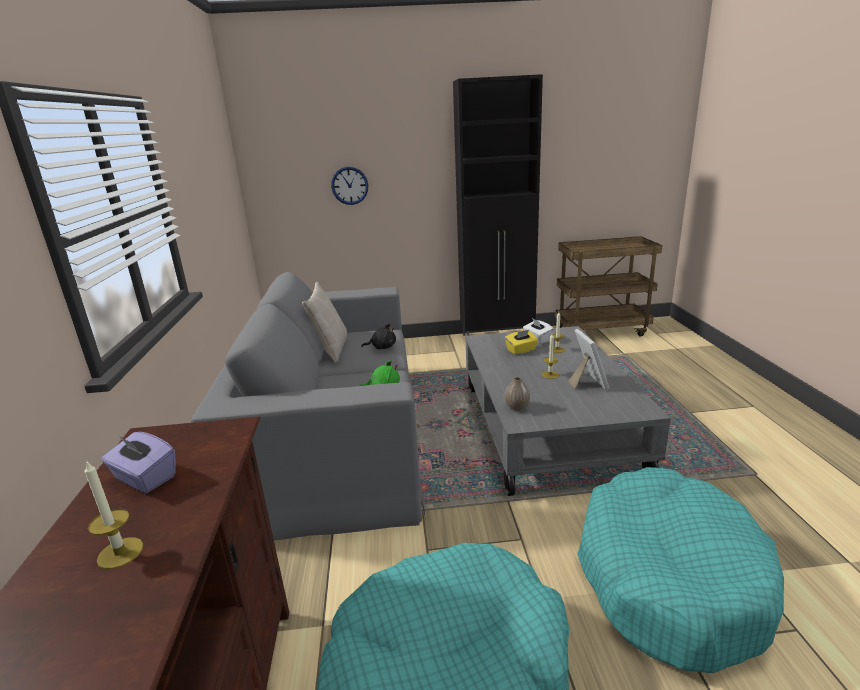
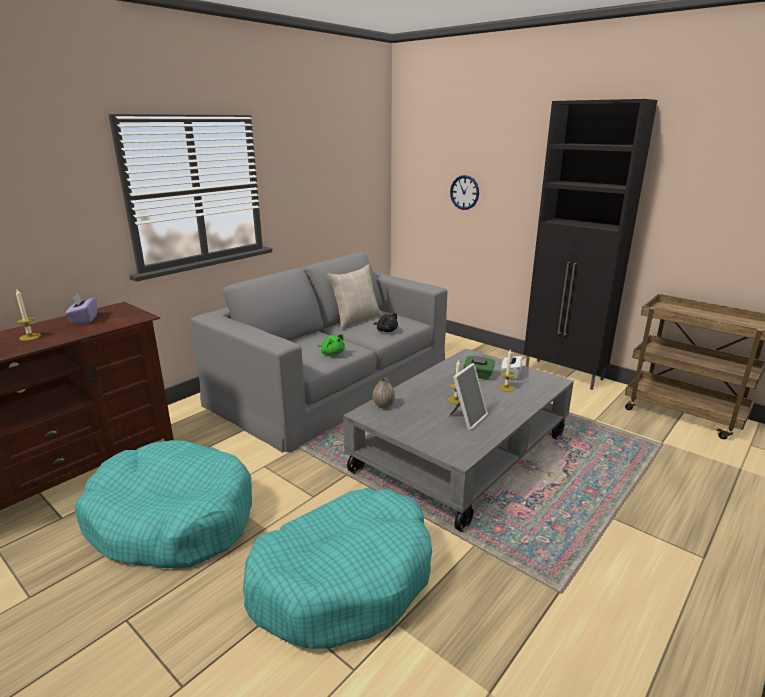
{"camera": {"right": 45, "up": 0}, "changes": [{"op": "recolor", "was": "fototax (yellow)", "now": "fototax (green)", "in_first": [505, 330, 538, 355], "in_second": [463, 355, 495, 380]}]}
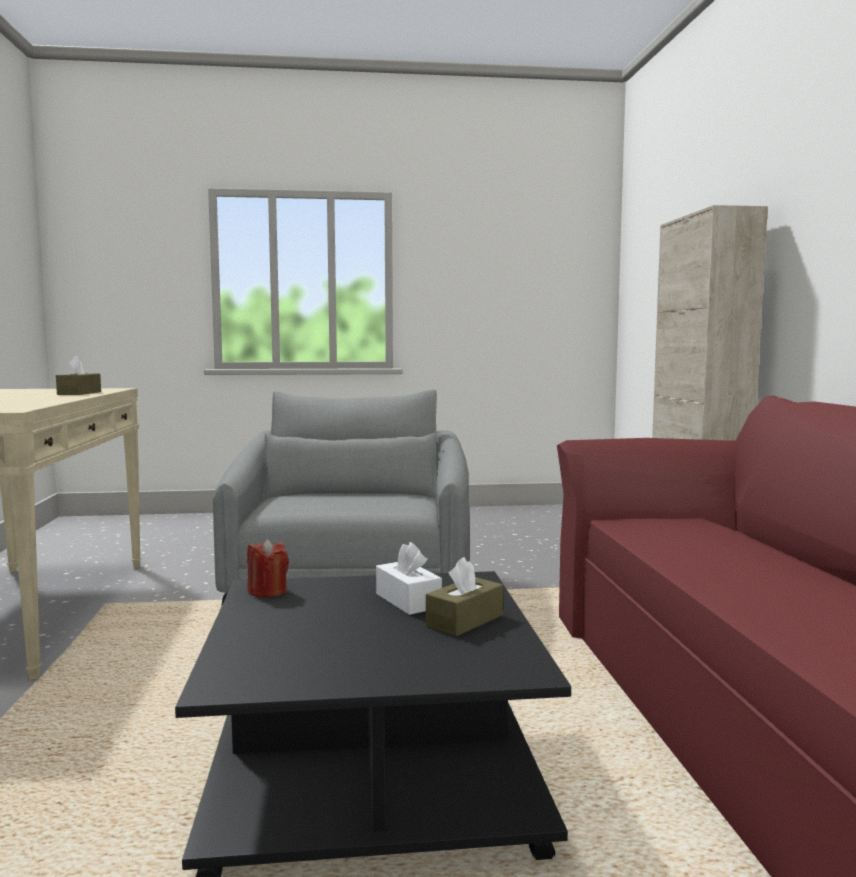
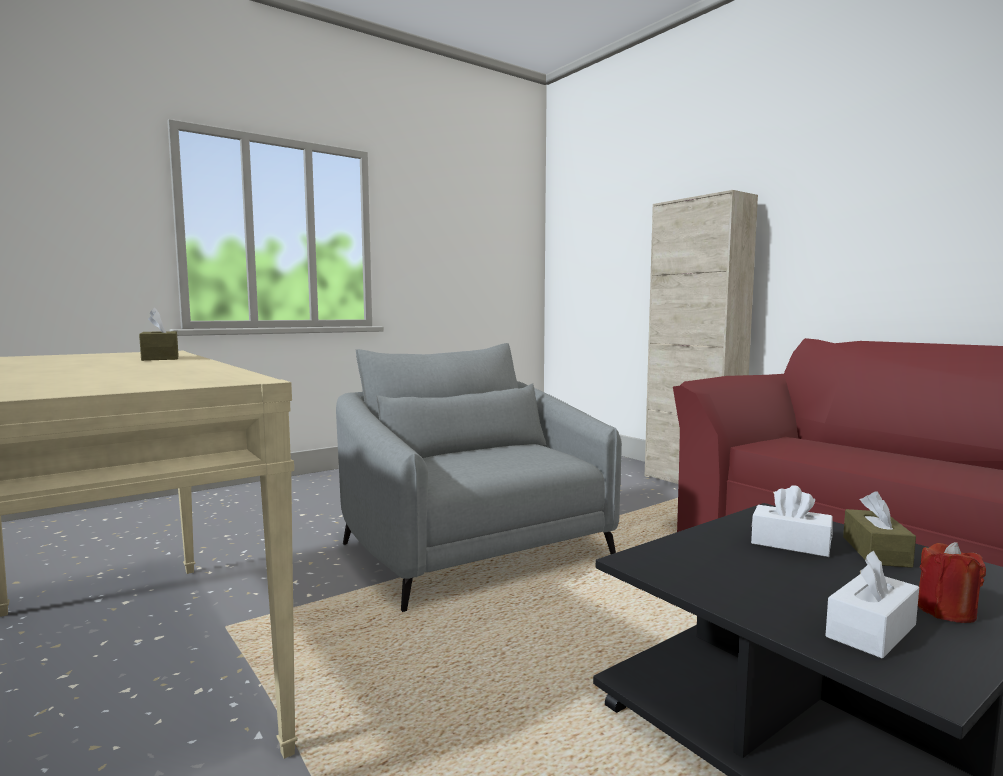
{"camera": {"right": -30, "up": 0}, "changes": [{"op": "move", "was": "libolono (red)", "in_first": [247, 539, 289, 598], "in_second": [918, 542, 986, 623]}, {"op": "insert", "now": "fototax (white)", "in_second": [825, 551, 919, 658]}]}
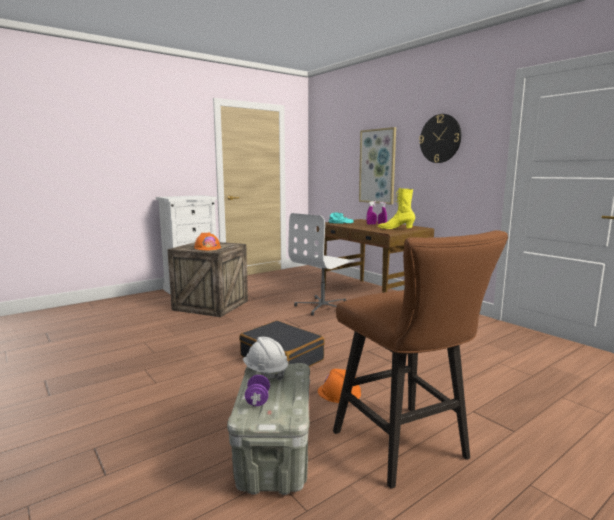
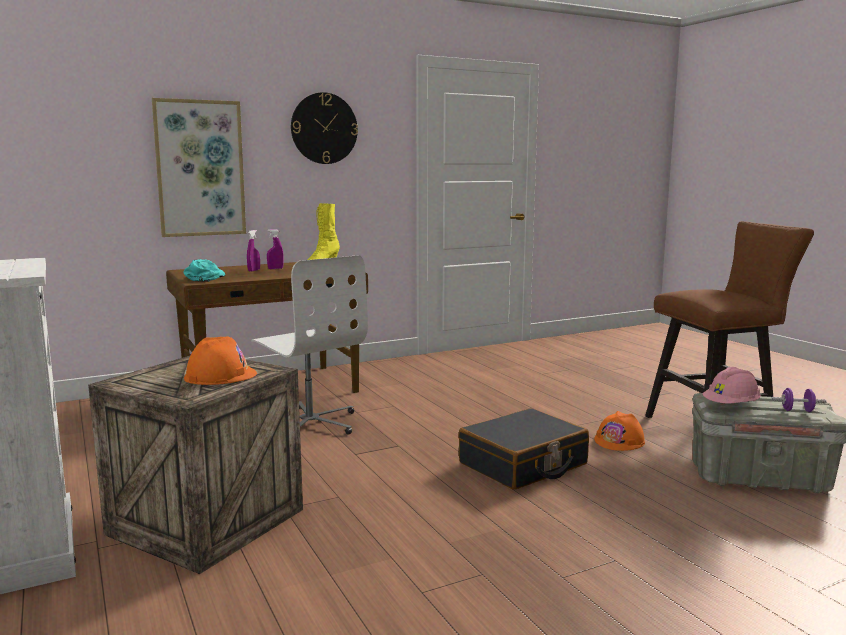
{"camera": {"right": -80, "up": 0}, "changes": [{"op": "recolor", "was": "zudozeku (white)", "now": "zudozeku (pink)", "in_first": [243, 337, 288, 381], "in_second": [703, 367, 761, 403]}]}
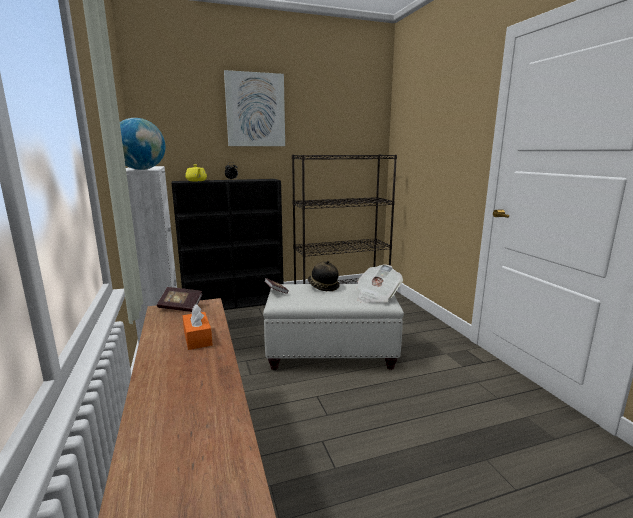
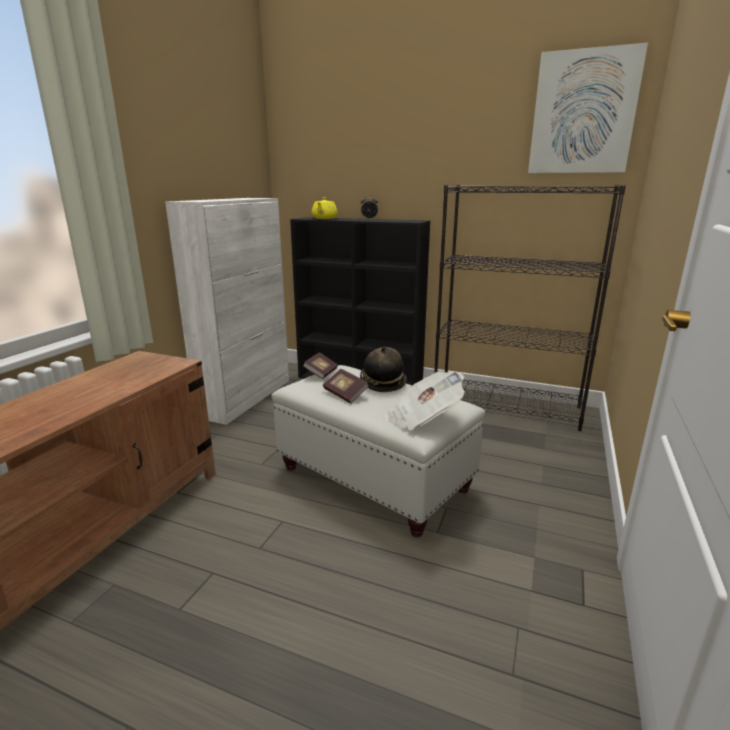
{"camera": {"right": 40, "up": 5}, "changes": [{"op": "move", "was": "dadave", "in_first": [224, 70, 285, 146], "in_second": [528, 43, 648, 173]}, {"op": "delete", "was": "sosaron", "in_first": [120, 118, 165, 170]}, {"op": "move", "was": "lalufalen", "in_first": [157, 287, 202, 312], "in_second": [323, 369, 369, 404]}, {"op": "delete", "was": "fototax (orange)", "in_first": [183, 304, 213, 350]}]}
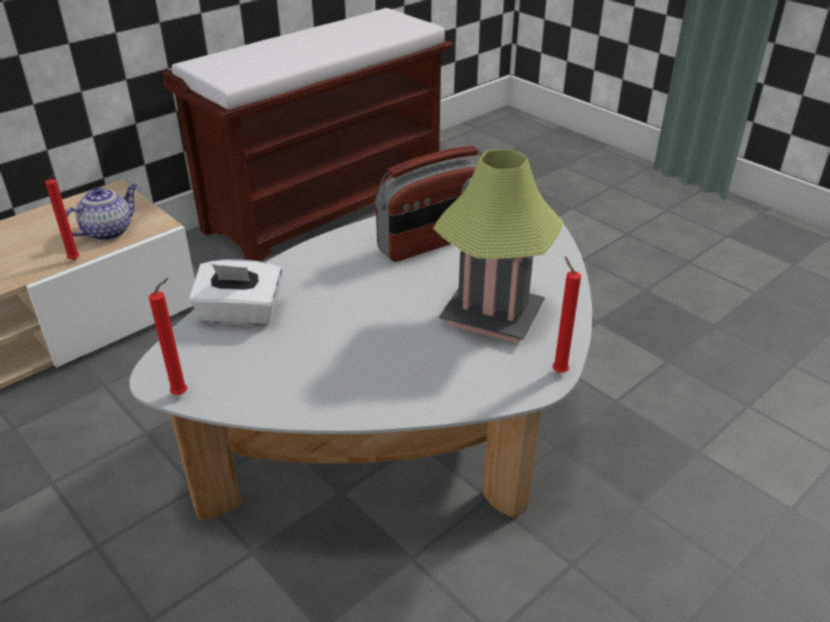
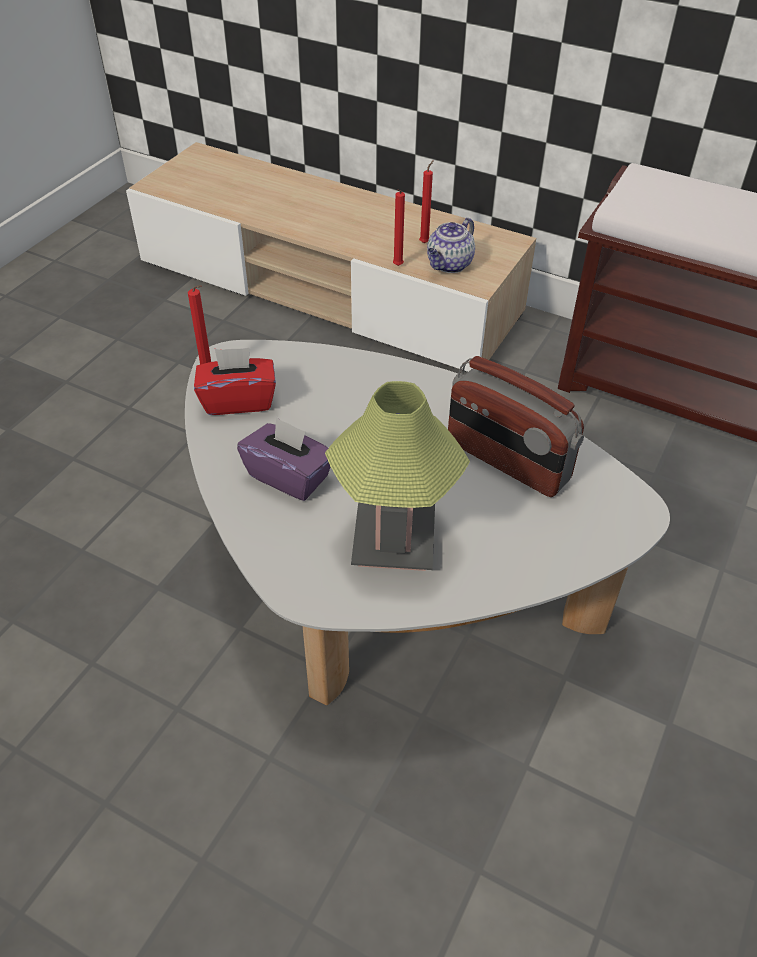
{"camera": {"right": 70, "up": 10}, "changes": [{"op": "rotate", "was": "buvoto", "in_first": [65, 184, 137, 241], "in_second": [427, 218, 475, 273], "clockwise": 105}, {"op": "move", "was": "libolono (red)", "in_first": [552, 256, 581, 373], "in_second": [419, 160, 434, 243]}, {"op": "delete", "was": "fototax (white)", "in_first": [189, 259, 282, 326]}, {"op": "insert", "now": "fototax (red)", "in_second": [194, 348, 276, 415]}, {"op": "insert", "now": "fototax (purple)", "in_second": [237, 416, 330, 501]}]}
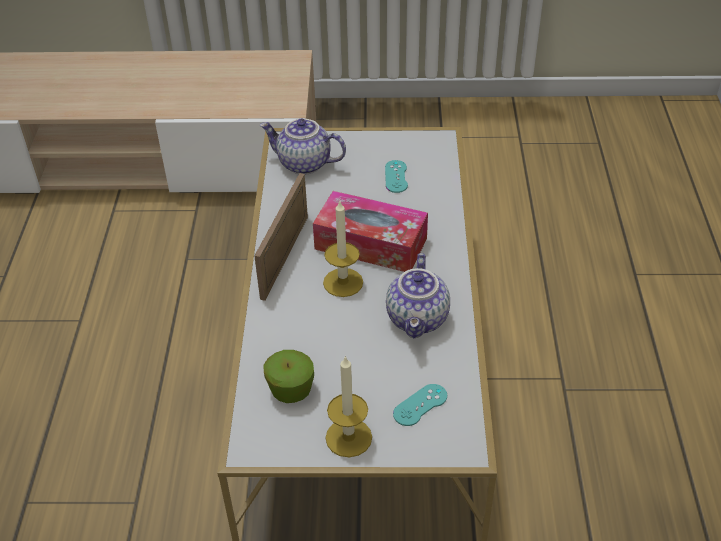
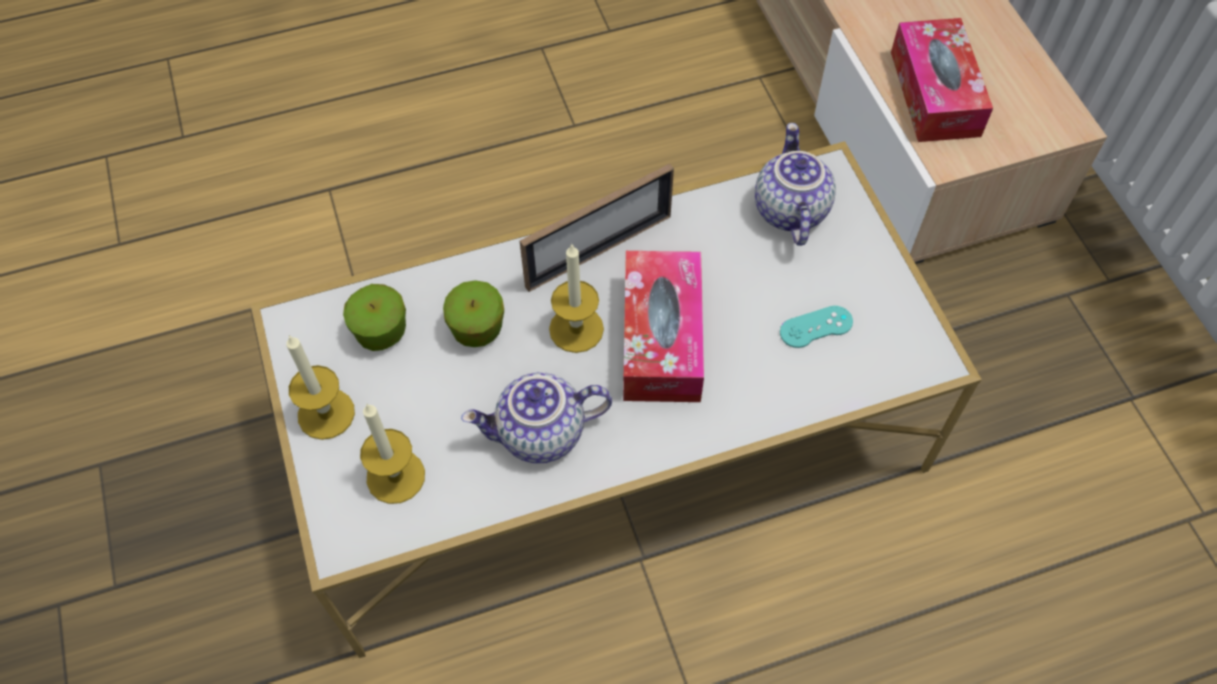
{"camera": {"right": 70, "up": 15}, "changes": [{"op": "rotate", "was": "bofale", "in_first": [254, 173, 308, 301], "in_second": [520, 164, 674, 292], "clockwise": 150}, {"op": "replace", "was": "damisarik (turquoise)", "now": "libolono", "in_first": [393, 384, 447, 426], "in_second": [360, 404, 425, 504]}, {"op": "insert", "now": "fototax", "in_second": [891, 18, 993, 142]}, {"op": "insert", "now": "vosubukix", "in_second": [443, 280, 504, 347]}]}
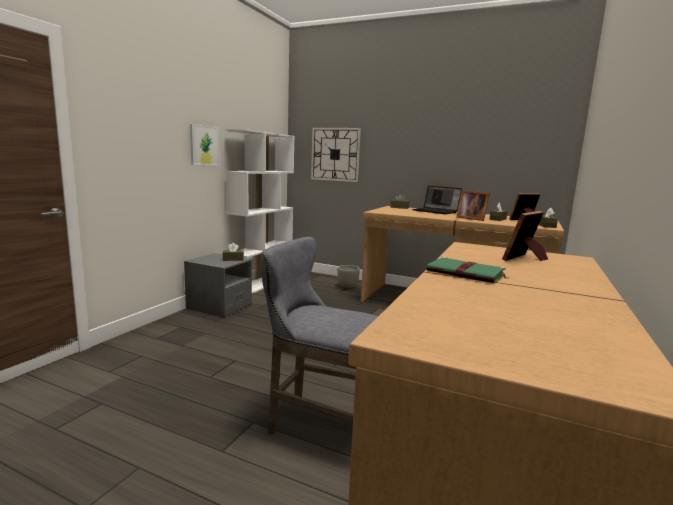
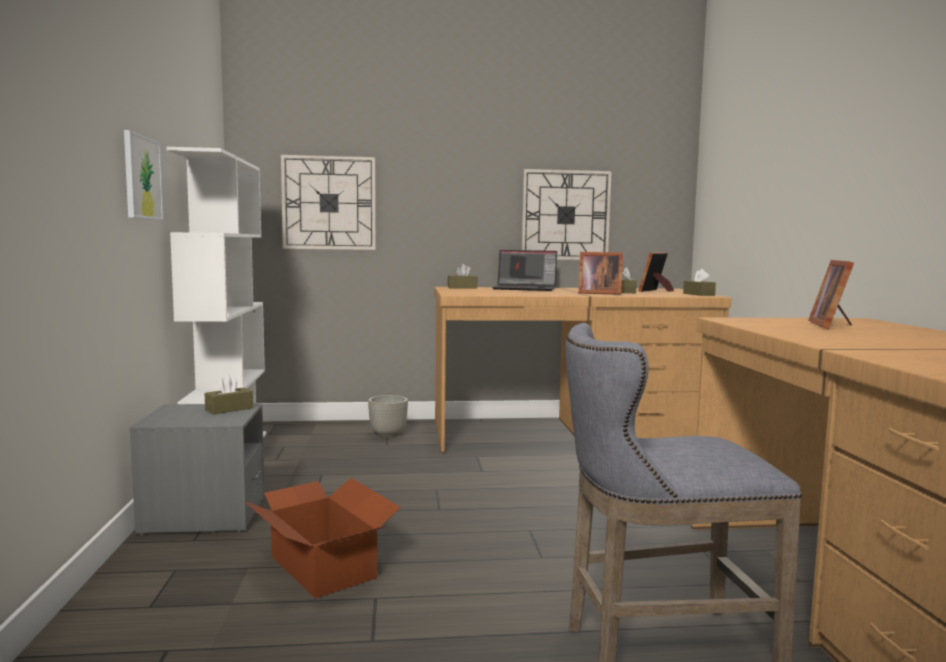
{"camera": {"right": -30, "up": -5}, "changes": [{"op": "delete", "was": "lalufalen (green)", "in_first": [427, 257, 508, 283]}, {"op": "insert", "now": "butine", "in_second": [522, 169, 612, 260]}, {"op": "insert", "now": "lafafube", "in_second": [244, 478, 401, 599]}]}
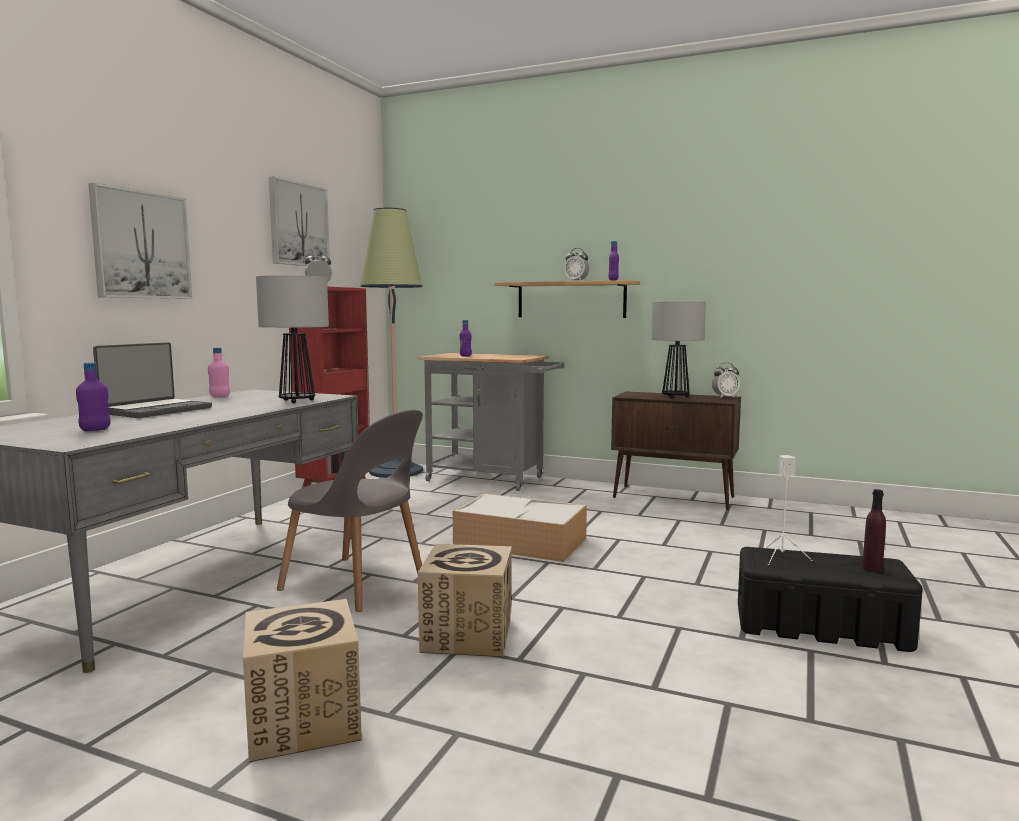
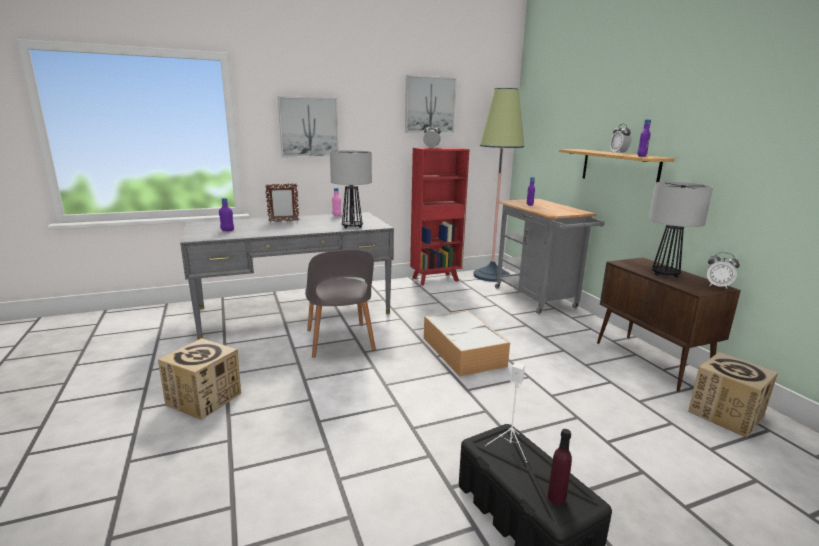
{"camera": {"right": 45, "up": 10}, "changes": [{"op": "replace", "was": "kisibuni", "now": "bofale", "in_first": [93, 342, 212, 418], "in_second": [265, 183, 299, 222]}, {"op": "move", "was": "lafafube", "in_first": [418, 544, 512, 657], "in_second": [688, 352, 778, 438]}]}
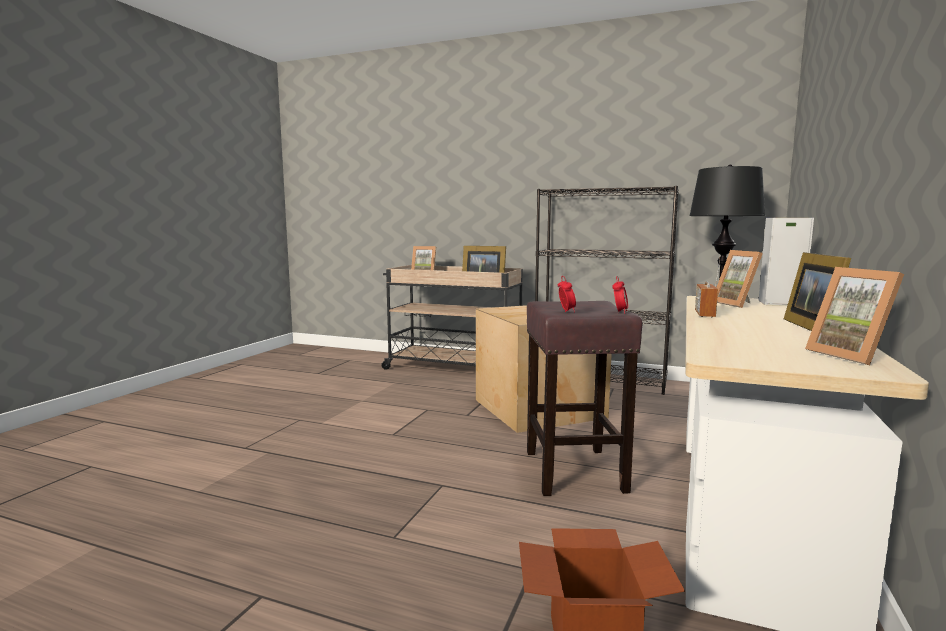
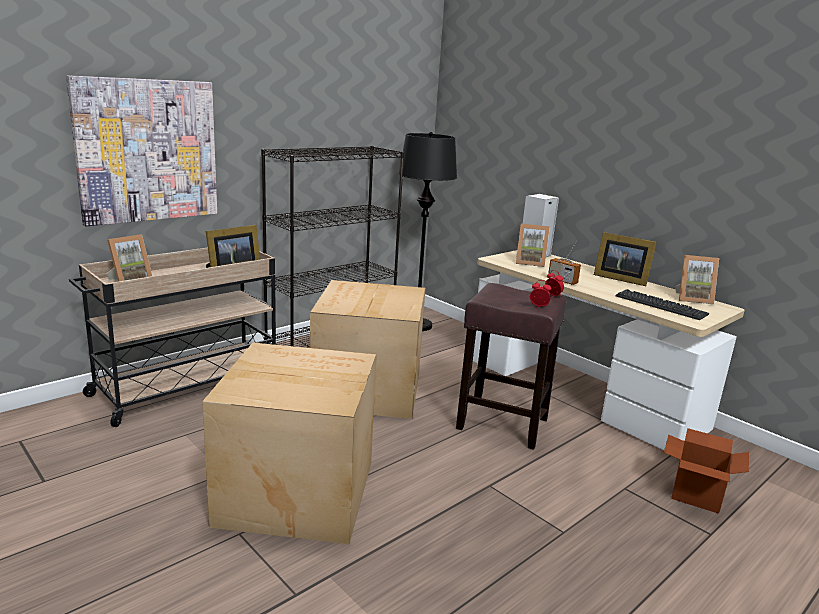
{"camera": {"right": -65, "up": 10}, "changes": [{"op": "insert", "now": "dadave", "in_second": [66, 75, 217, 226]}, {"op": "insert", "now": "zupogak", "in_second": [615, 289, 709, 320]}, {"op": "insert", "now": "lafafube", "in_second": [202, 342, 377, 544]}]}
